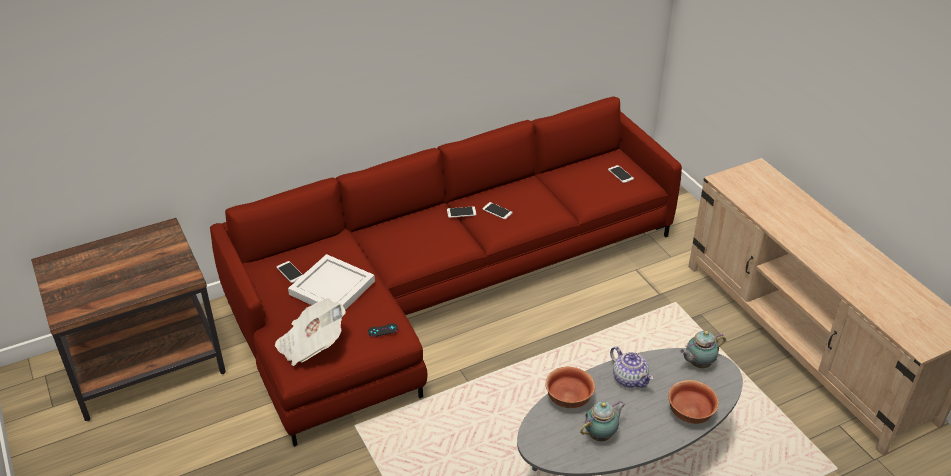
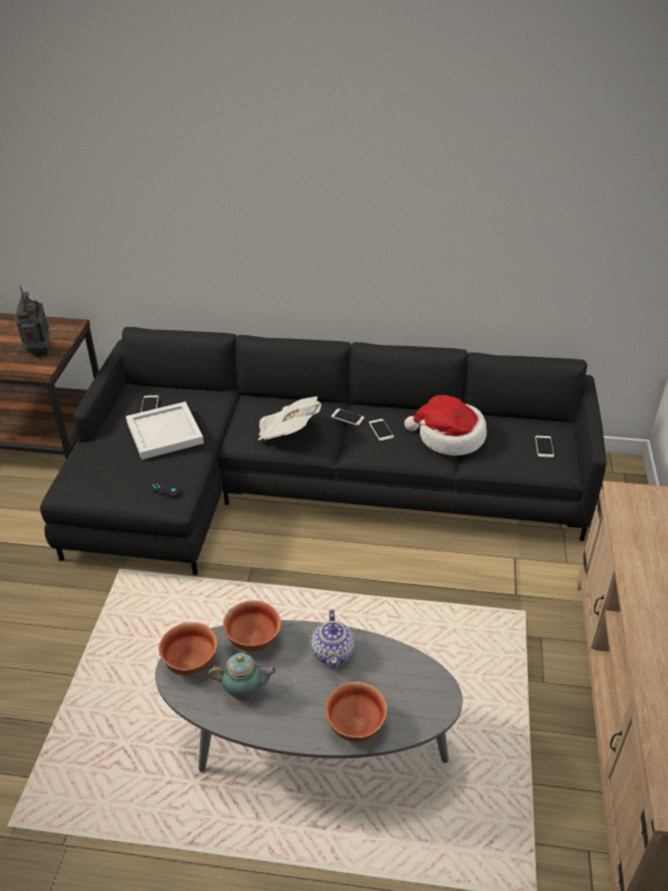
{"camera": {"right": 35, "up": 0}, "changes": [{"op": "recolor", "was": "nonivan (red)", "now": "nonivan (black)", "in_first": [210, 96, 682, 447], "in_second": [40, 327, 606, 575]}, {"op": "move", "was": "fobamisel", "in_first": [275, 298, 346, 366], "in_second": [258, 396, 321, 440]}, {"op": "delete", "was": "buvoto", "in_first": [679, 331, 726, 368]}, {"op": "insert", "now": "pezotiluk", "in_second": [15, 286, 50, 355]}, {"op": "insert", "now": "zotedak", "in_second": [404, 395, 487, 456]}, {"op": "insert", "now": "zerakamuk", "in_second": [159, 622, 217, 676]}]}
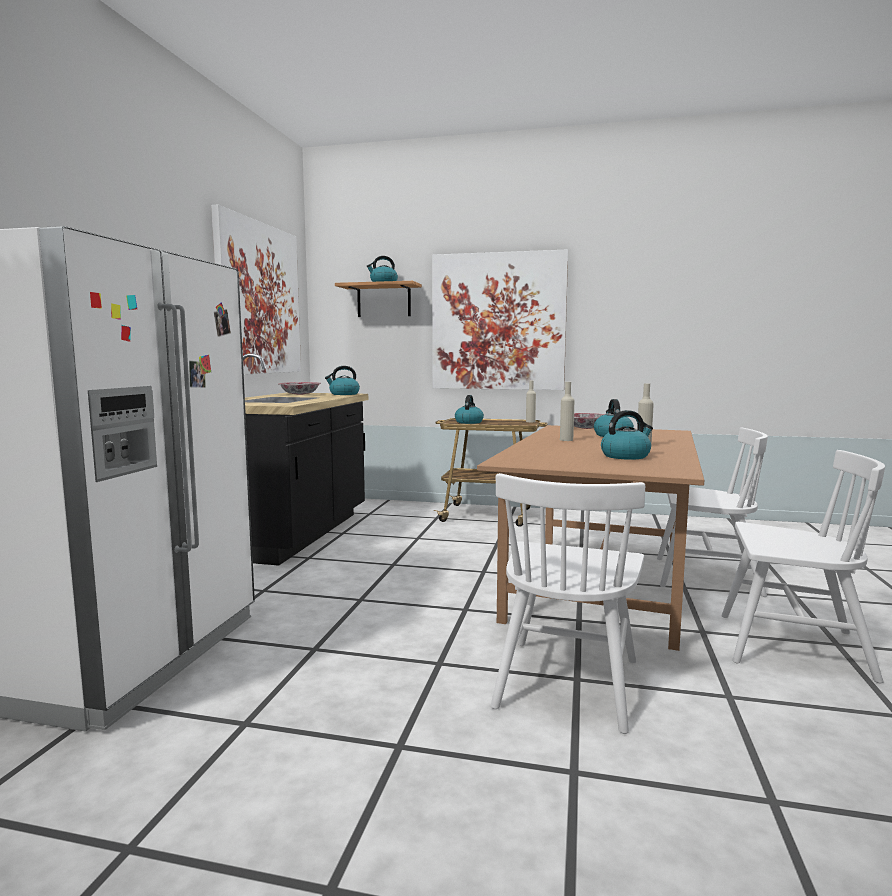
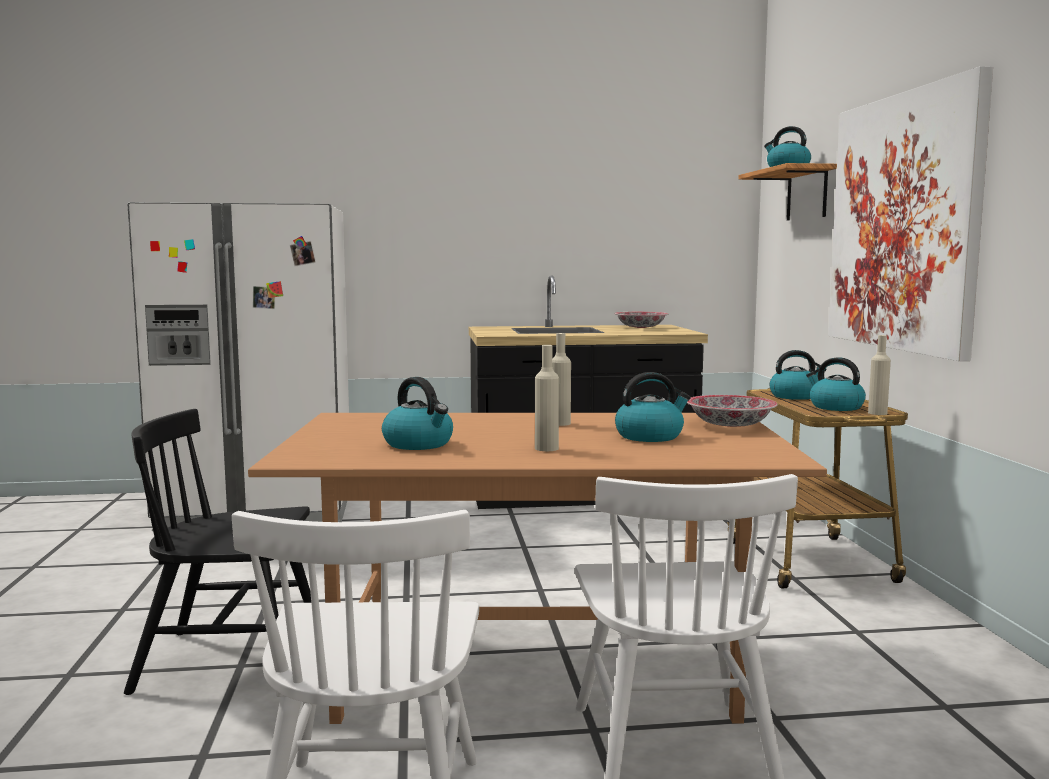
{"camera": {"right": 70, "up": 0}, "changes": [{"op": "delete", "was": "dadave", "in_first": [211, 205, 301, 375]}, {"op": "move", "was": "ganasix", "in_first": [325, 366, 360, 395], "in_second": [806, 357, 866, 411]}, {"op": "recolor", "was": "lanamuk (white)", "now": "lanamuk (black)", "in_first": [491, 473, 645, 734], "in_second": [124, 409, 311, 695]}]}
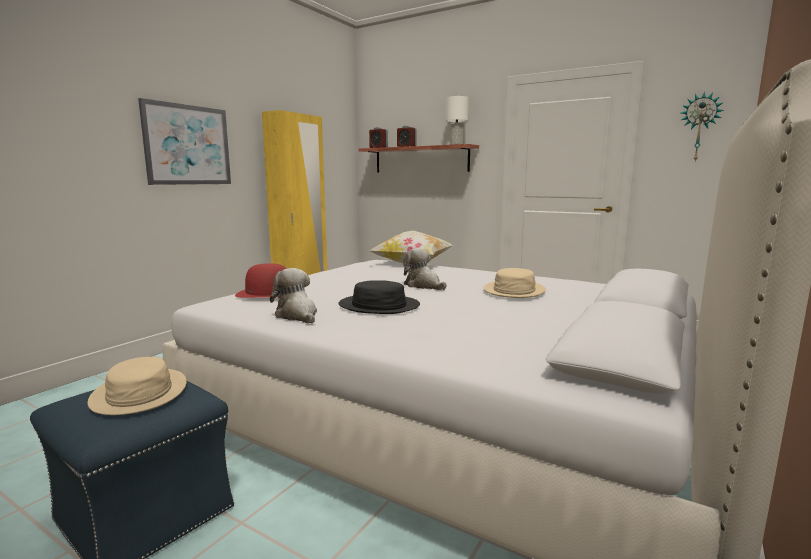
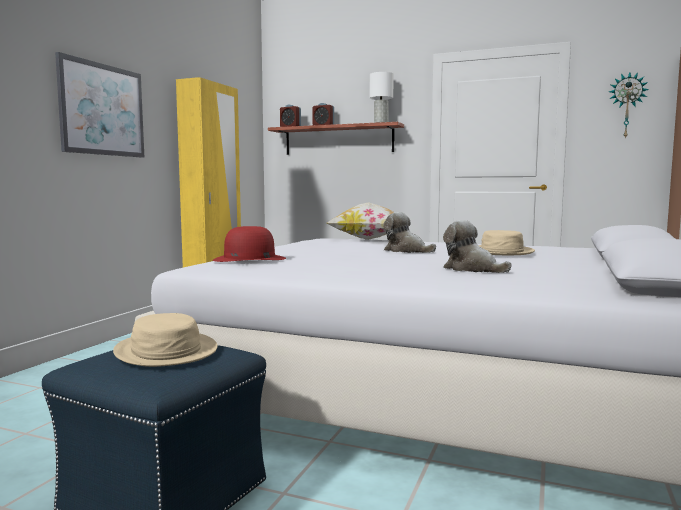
{"camera": {"right": -10, "up": -5}, "changes": [{"op": "move", "was": "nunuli", "in_first": [270, 268, 317, 324], "in_second": [443, 220, 512, 273]}, {"op": "delete", "was": "zotedak (black)", "in_first": [339, 280, 420, 314]}]}
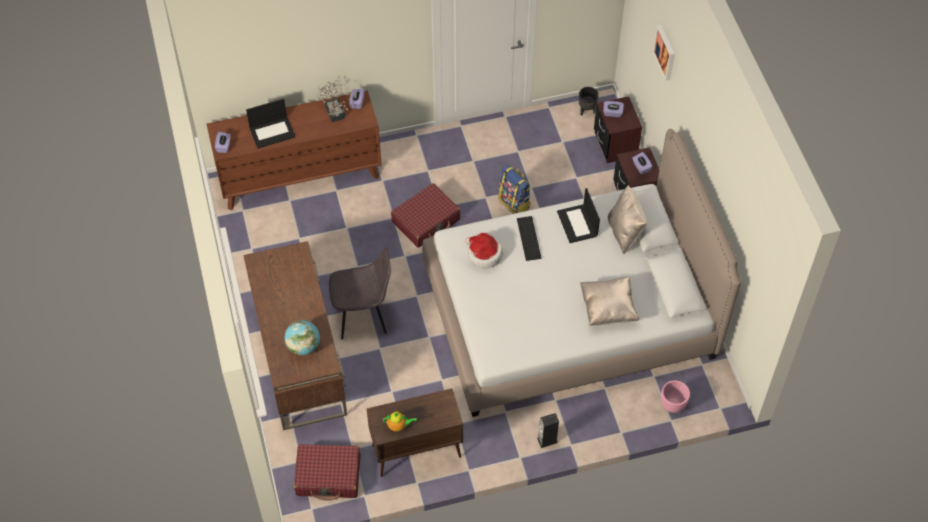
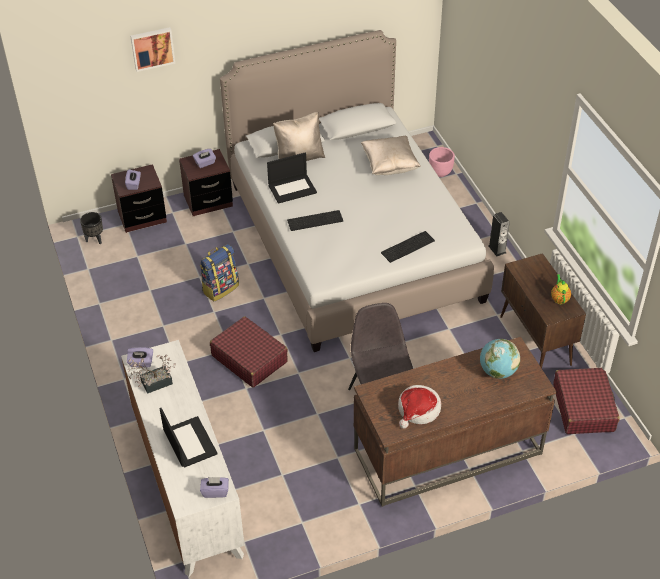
{"camera": {"right": -95, "up": -10}, "changes": [{"op": "recolor", "was": "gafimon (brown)", "now": "gafimon (white)", "in_first": [207, 91, 382, 210], "in_second": [121, 340, 245, 576]}, {"op": "move", "was": "zotedak", "in_first": [465, 233, 503, 269], "in_second": [398, 385, 441, 429]}, {"op": "insert", "now": "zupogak", "in_second": [381, 231, 435, 263]}]}
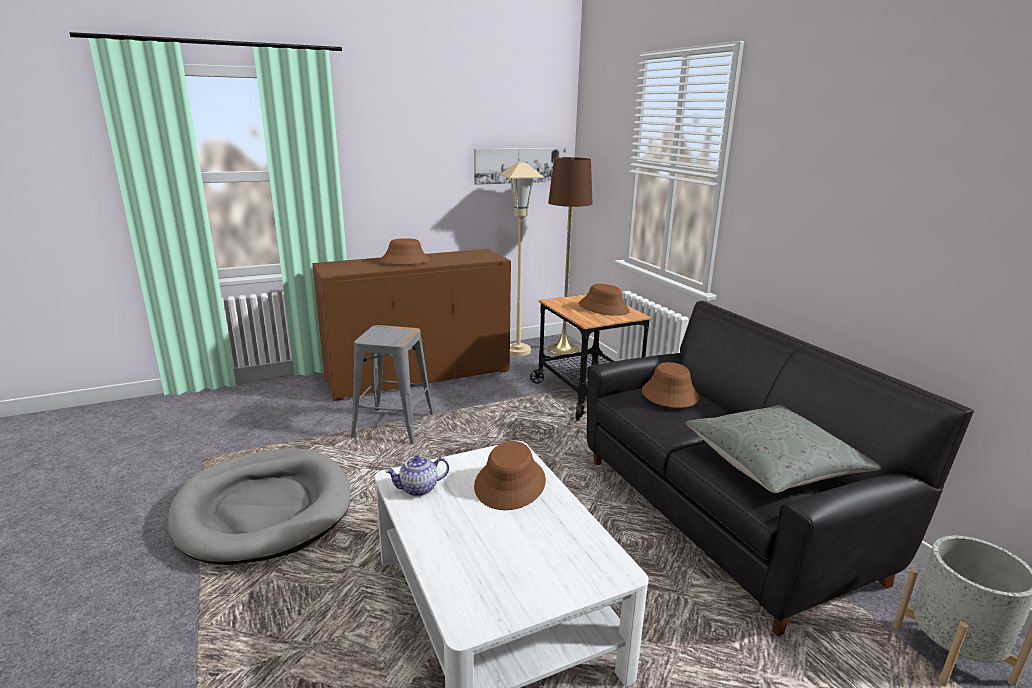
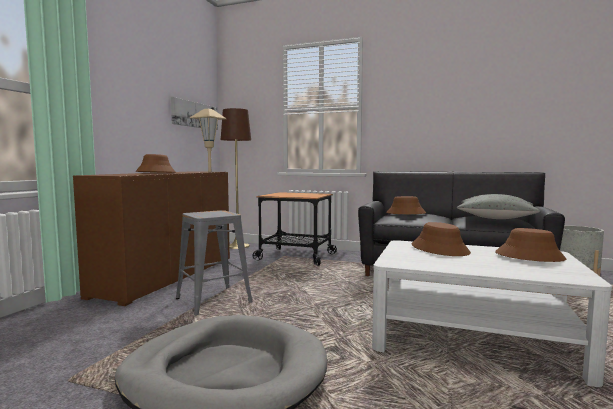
{"camera": {"right": -45, "up": -15}, "changes": [{"op": "move", "was": "zotedak (brown)", "in_first": [579, 284, 630, 316], "in_second": [495, 228, 566, 262]}, {"op": "delete", "was": "buvoto", "in_first": [385, 456, 449, 496]}]}
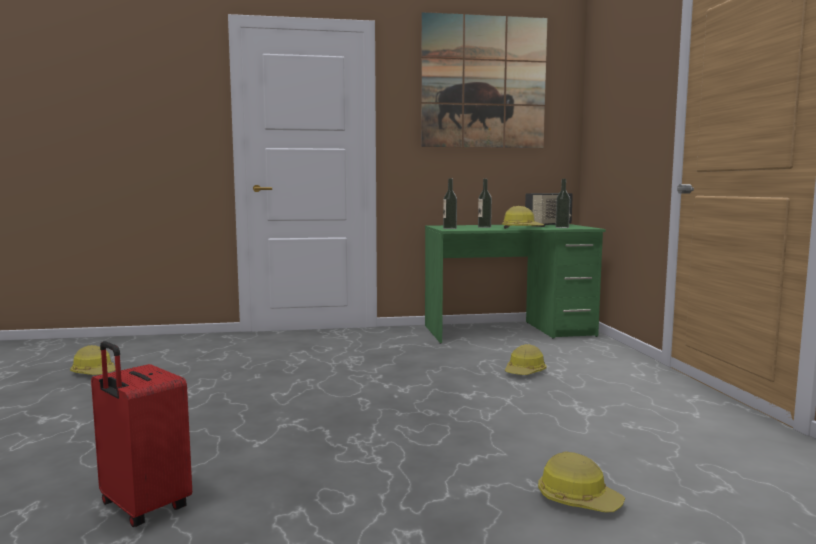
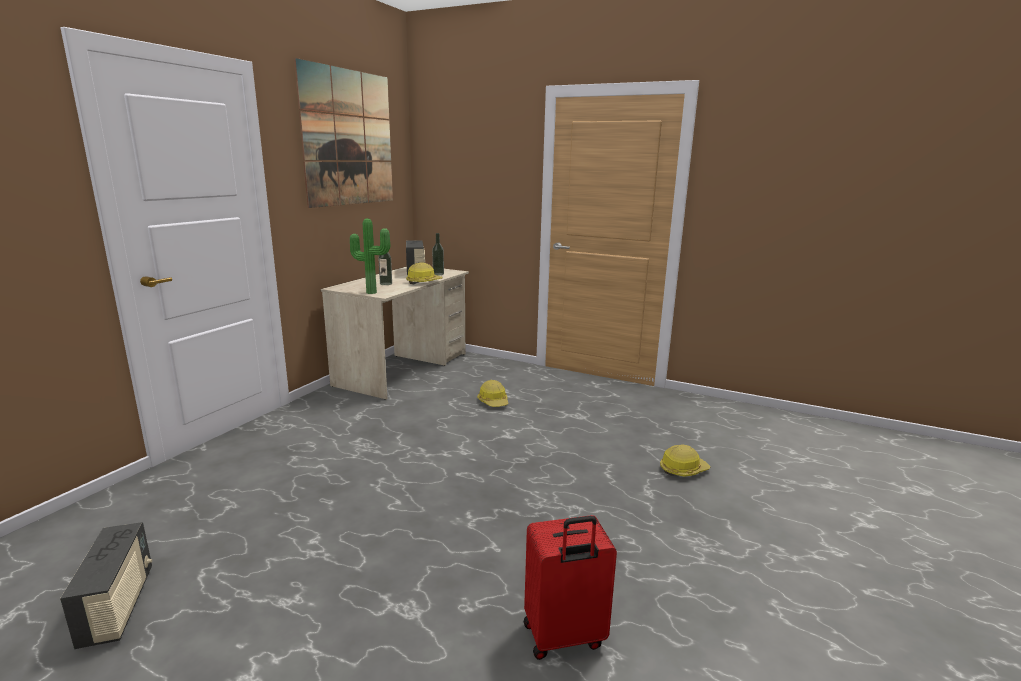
{"camera": {"right": -55, "up": 10}, "changes": [{"op": "replace", "was": "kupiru", "now": "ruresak", "in_first": [443, 179, 457, 229], "in_second": [350, 218, 390, 294]}, {"op": "recolor", "was": "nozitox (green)", "now": "nozitox (beige)", "in_first": [425, 224, 606, 344], "in_second": [320, 267, 469, 400]}, {"op": "replace", "was": "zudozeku", "now": "pezotiluk", "in_first": [70, 345, 116, 375], "in_second": [60, 522, 152, 649]}]}
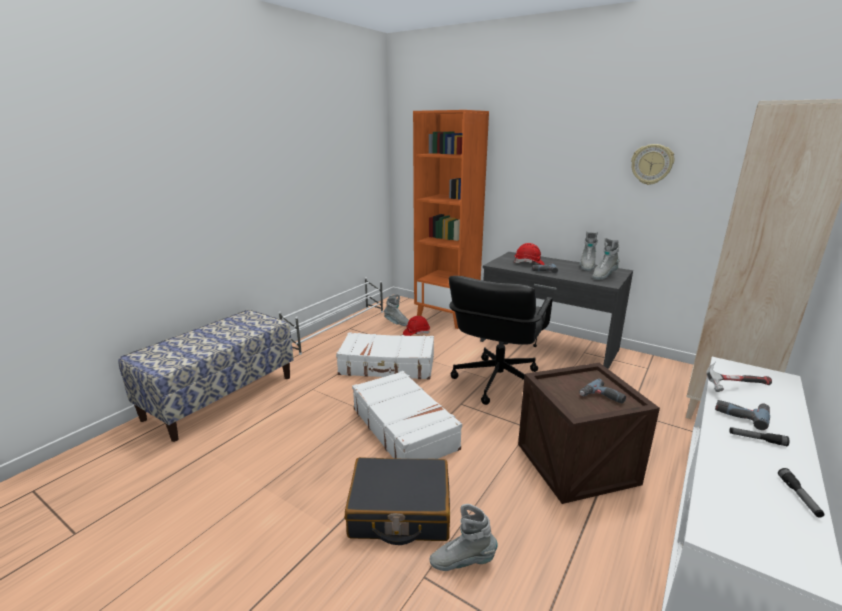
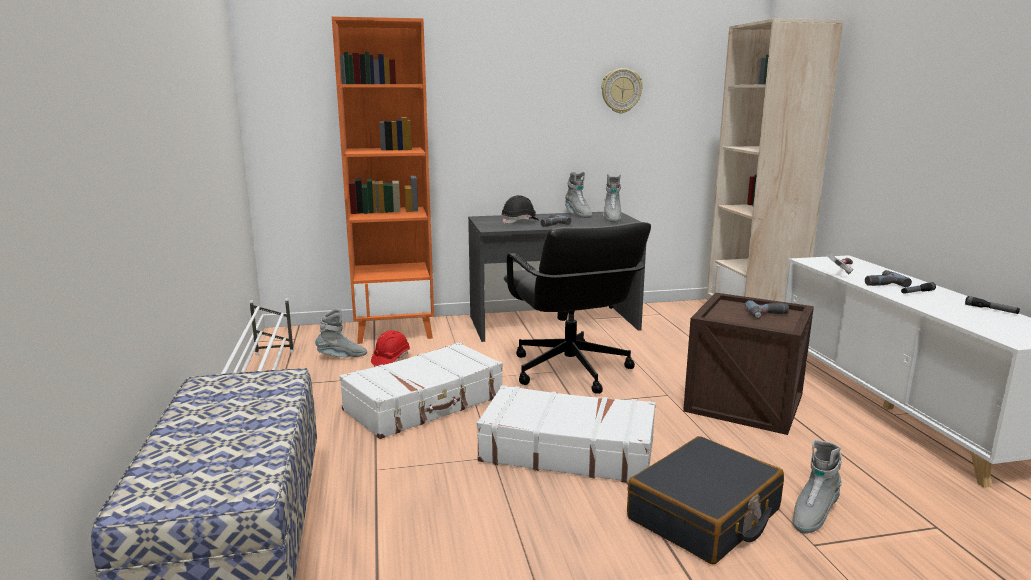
{"camera": {"right": -45, "up": -5}, "changes": [{"op": "recolor", "was": "zudozeku (red)", "now": "zudozeku (black)", "in_first": [514, 243, 544, 265], "in_second": [501, 195, 540, 224]}]}
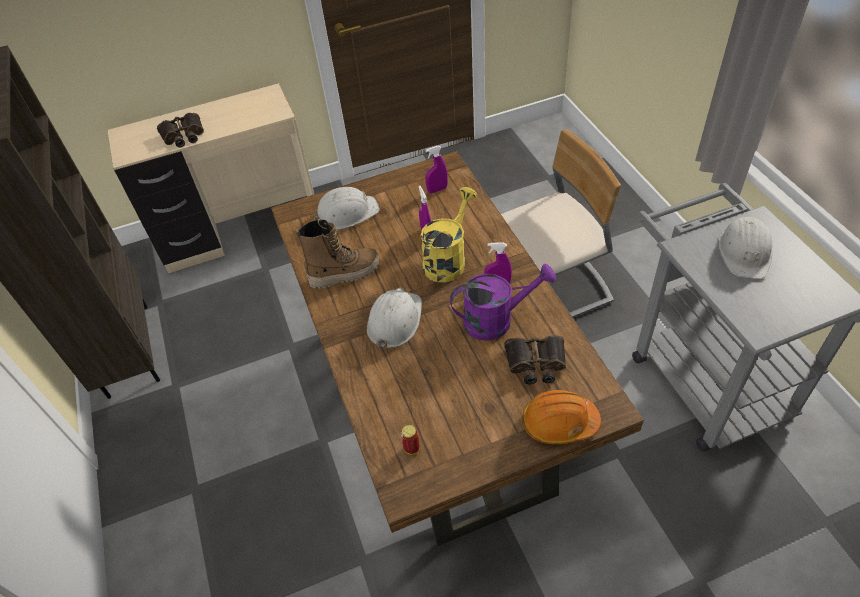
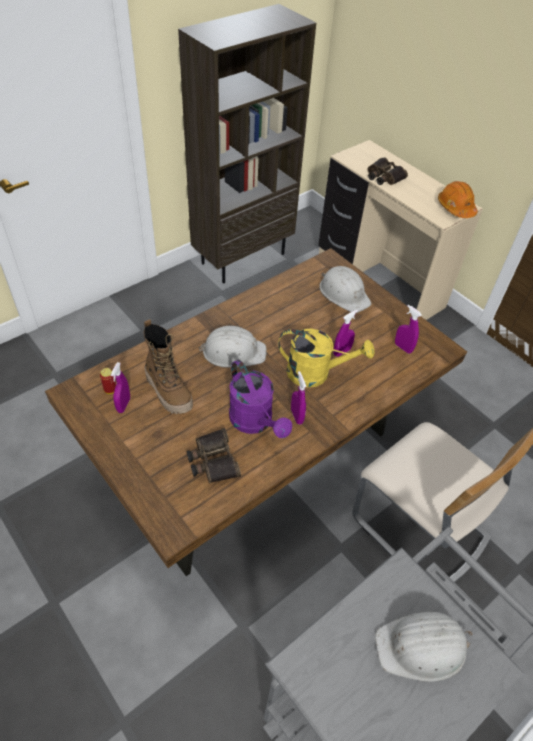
{"camera": {"right": 65, "up": 0}, "changes": [{"op": "move", "was": "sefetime", "in_first": [295, 219, 380, 289], "in_second": [144, 320, 193, 414]}, {"op": "move", "was": "zudozeku (orange)", "in_first": [522, 390, 601, 444], "in_second": [438, 181, 477, 218]}, {"op": "insert", "now": "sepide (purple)", "in_second": [111, 362, 130, 413]}]}
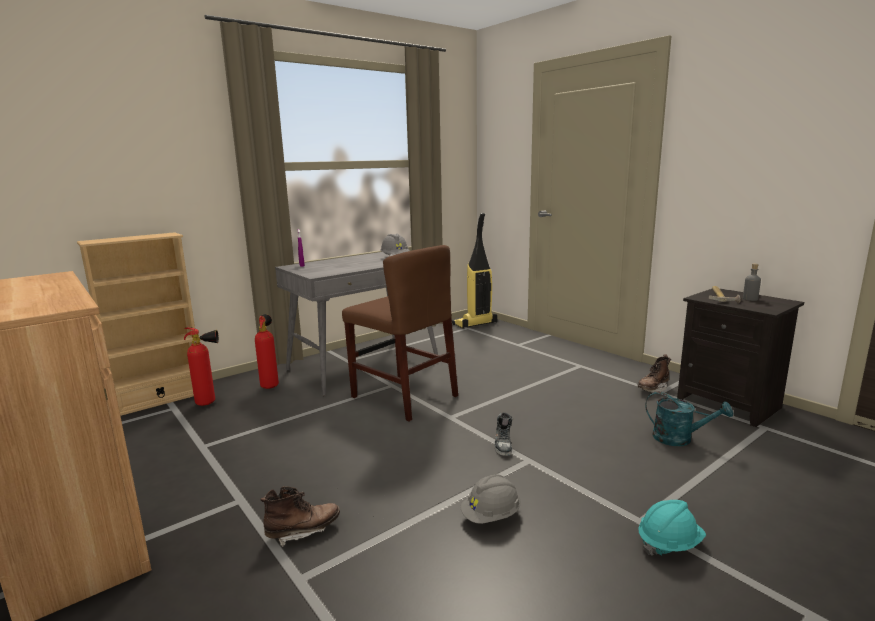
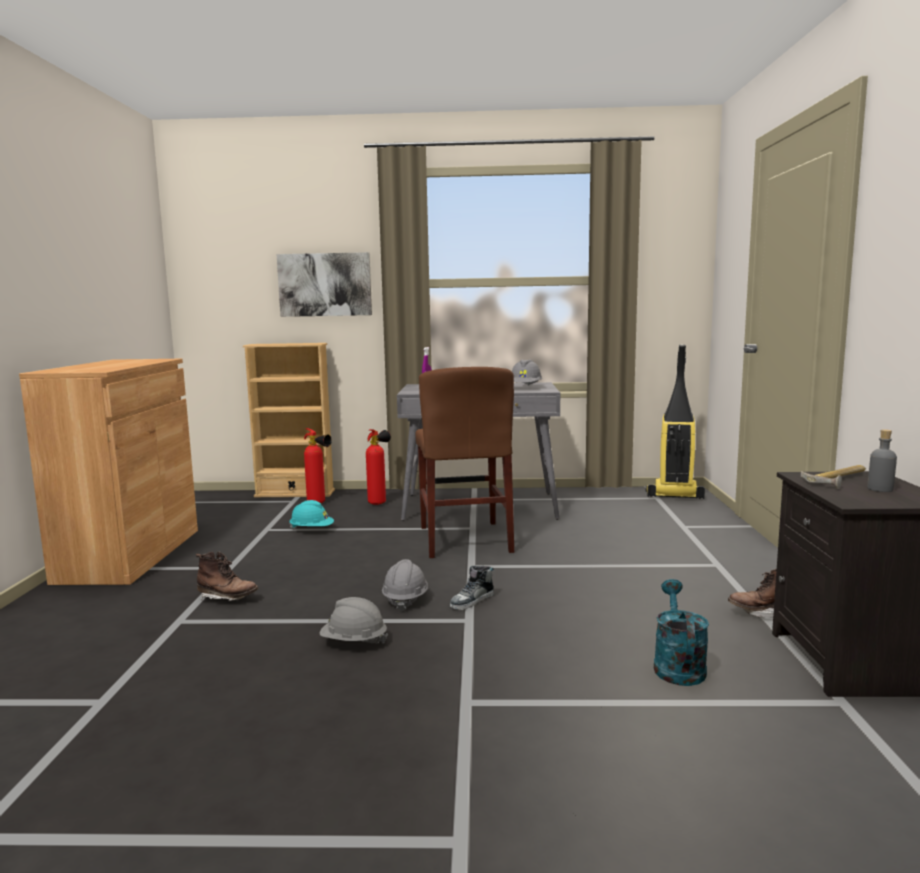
{"camera": {"right": 40, "up": -5}, "changes": [{"op": "rotate", "was": "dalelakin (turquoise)", "in_first": [645, 391, 733, 446], "in_second": [654, 579, 709, 686], "clockwise": -150}, {"op": "move", "was": "zudozeku (turquoise)", "in_first": [638, 500, 706, 556], "in_second": [290, 500, 334, 529]}, {"op": "insert", "now": "dadave", "in_second": [277, 252, 372, 317]}, {"op": "insert", "now": "zudozeku (grey)", "in_second": [382, 559, 428, 611]}]}
